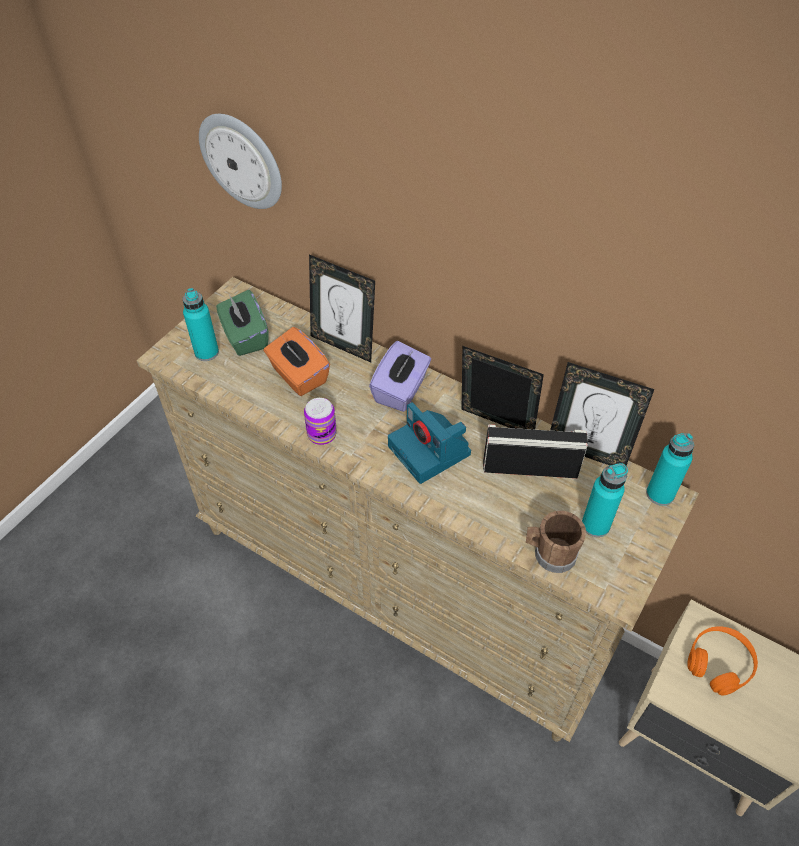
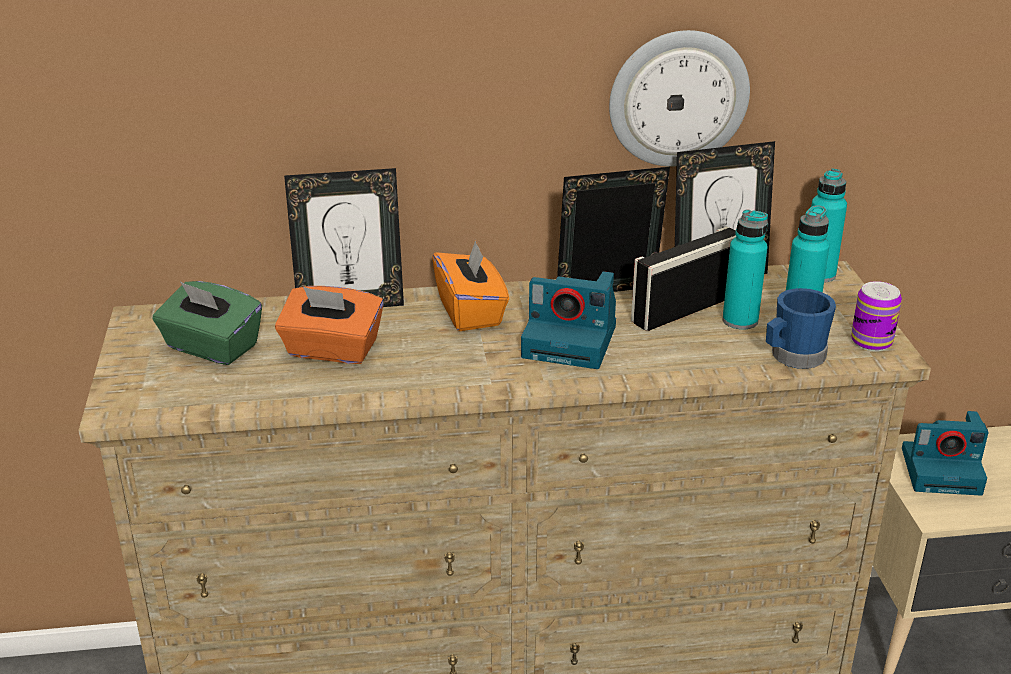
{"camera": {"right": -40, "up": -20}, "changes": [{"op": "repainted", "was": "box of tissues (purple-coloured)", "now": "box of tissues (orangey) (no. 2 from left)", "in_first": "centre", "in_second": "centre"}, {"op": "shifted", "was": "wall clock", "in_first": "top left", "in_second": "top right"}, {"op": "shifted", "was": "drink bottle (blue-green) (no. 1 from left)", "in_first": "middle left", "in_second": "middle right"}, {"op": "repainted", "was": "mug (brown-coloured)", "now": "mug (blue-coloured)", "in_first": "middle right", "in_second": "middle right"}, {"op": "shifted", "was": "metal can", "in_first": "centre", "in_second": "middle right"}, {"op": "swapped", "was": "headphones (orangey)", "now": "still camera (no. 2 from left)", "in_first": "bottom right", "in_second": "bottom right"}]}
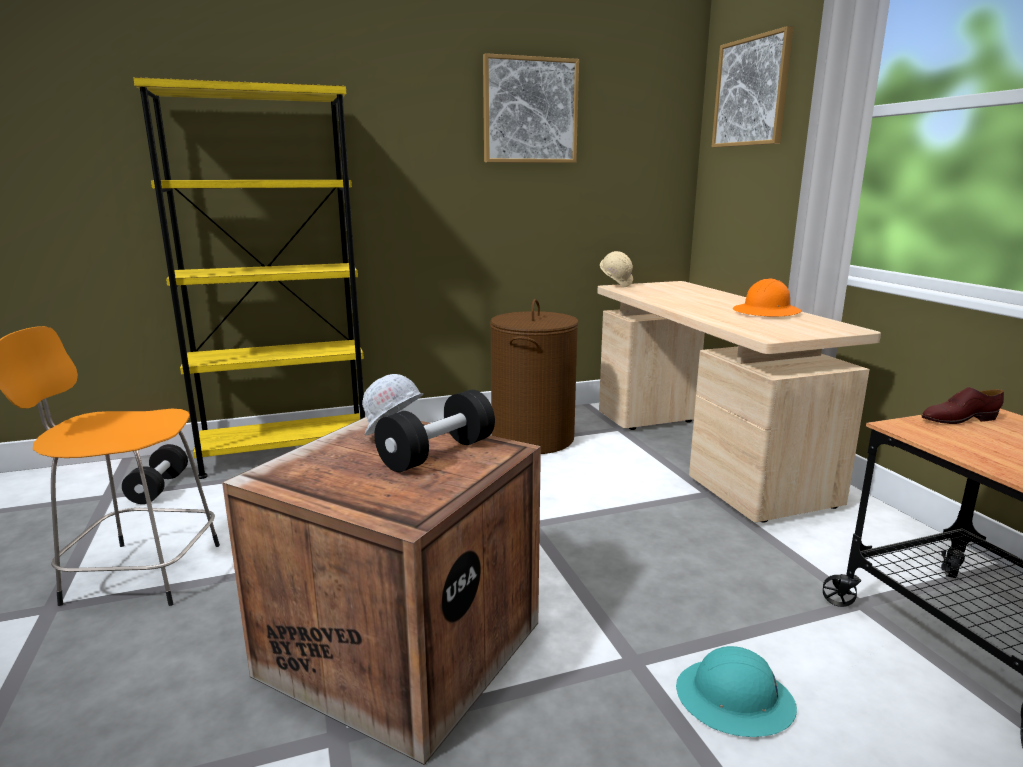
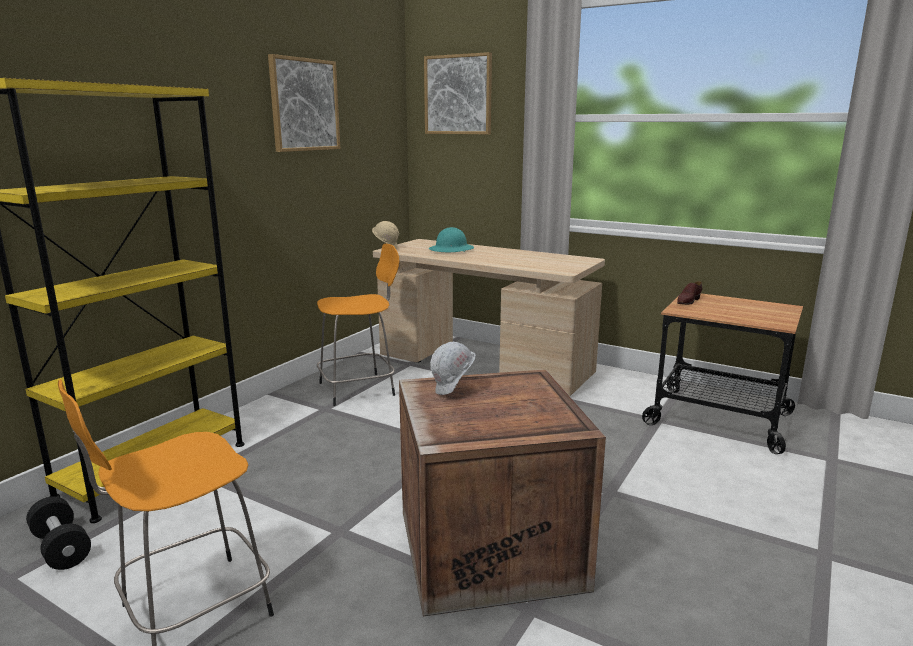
{"camera": {"right": -40, "up": 0}, "changes": [{"op": "swapped", "was": "washing basket (brown-coloured)", "now": "stool (orangey) (no. 2 from left)", "in_first": "centre", "in_second": "centre"}, {"op": "shifted", "was": "hard hat (blue-green)", "in_first": "bottom right", "in_second": "centre"}, {"op": "gone", "was": "hand weight (blackish) (no. 2 from left)", "in_first": "centre"}, {"op": "gone", "was": "hard hat (orangey)", "in_first": "middle right"}]}
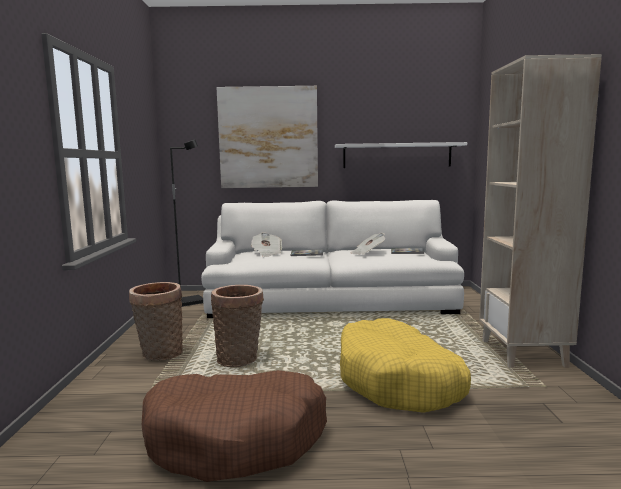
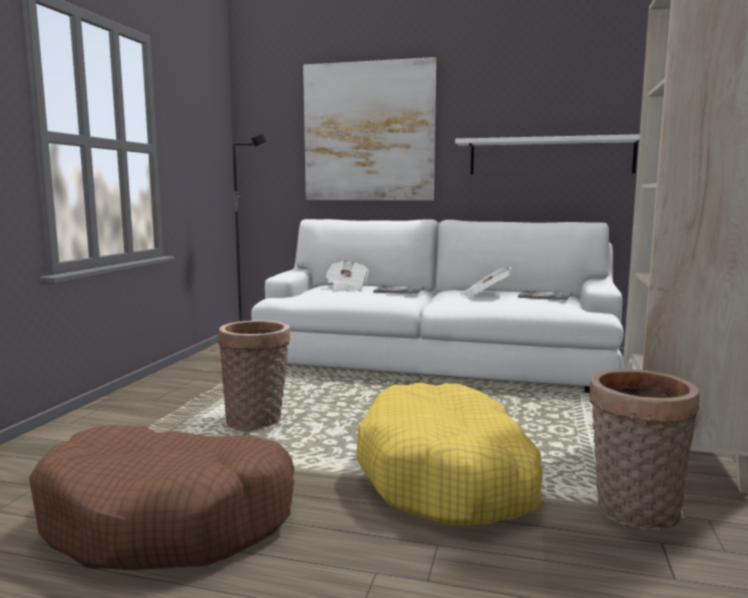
{"camera": {"right": 15, "up": 0}, "changes": [{"op": "shifted", "was": "household basket (no. 1 from left in the first image)", "now": "household basket (no. 2 from left)", "in_first": "middle left", "in_second": "bottom right"}]}
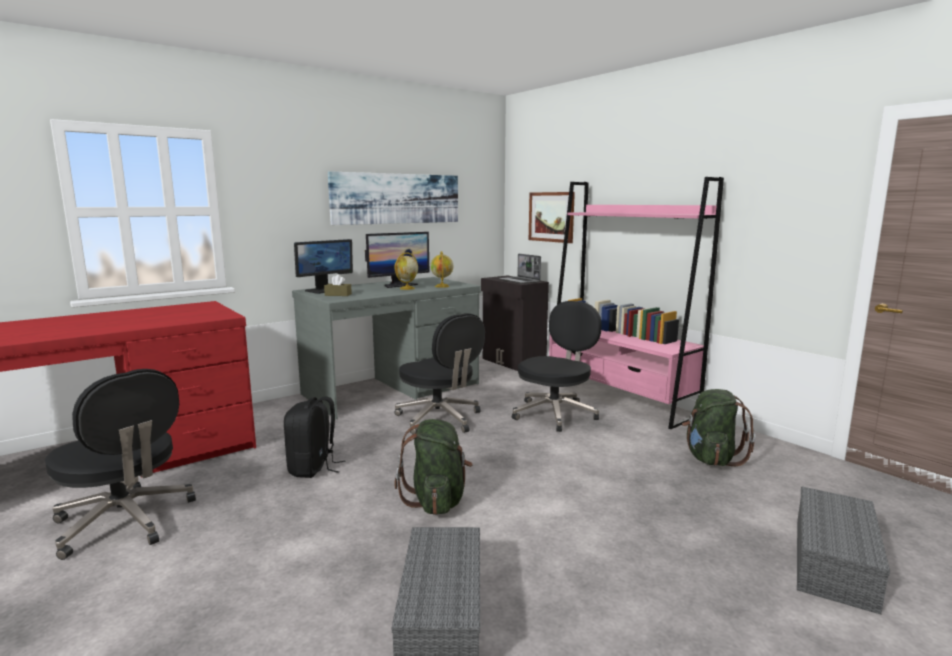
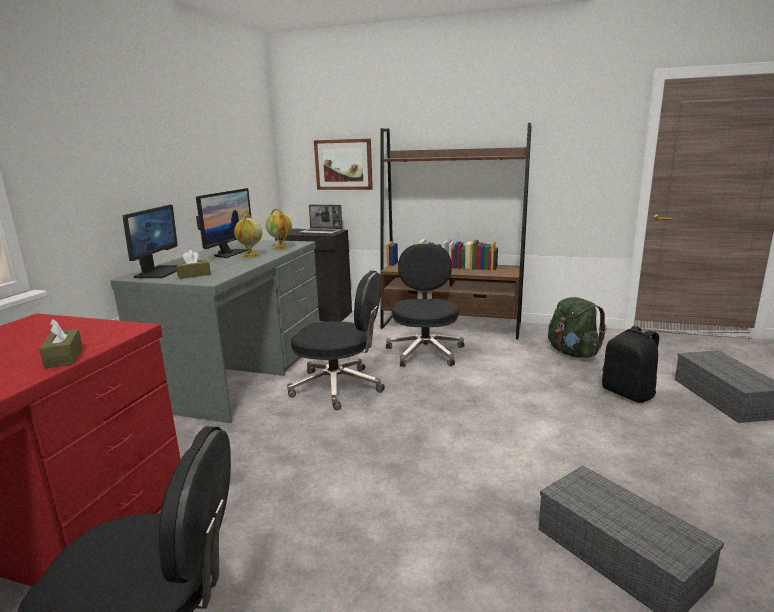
{"camera": {"right": -35, "up": 5}, "changes": [{"op": "new", "now": "box of tissues (brown-coloured) (no. 1 from left)", "in_second": "middle left"}, {"op": "repainted", "was": "bookcase (pink)", "now": "bookcase (brown-coloured)", "in_first": "middle right", "in_second": "centre"}, {"op": "shifted", "was": "backpack (blackish)", "in_first": "middle left", "in_second": "middle right"}, {"op": "gone", "was": "wall art (no. 1 from left)", "in_first": "top centre"}, {"op": "gone", "was": "backpack (green-coloured) (no. 1 from left)", "in_first": "bottom centre"}]}
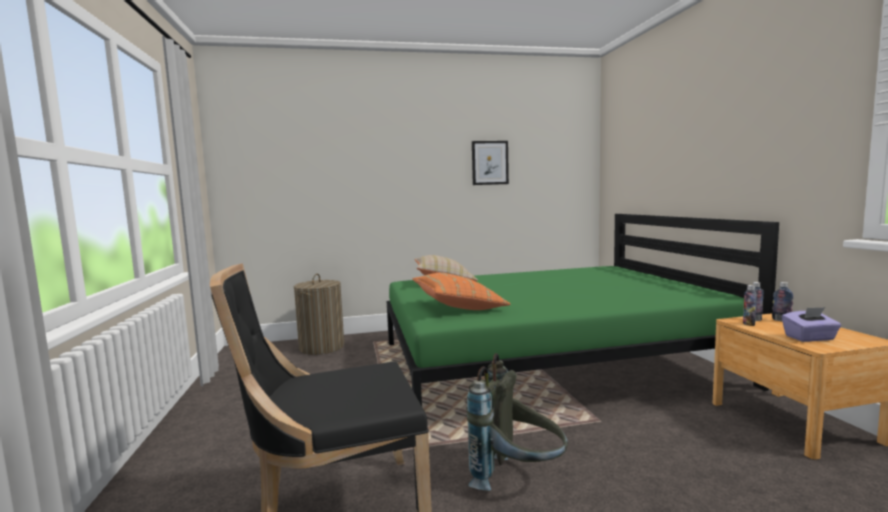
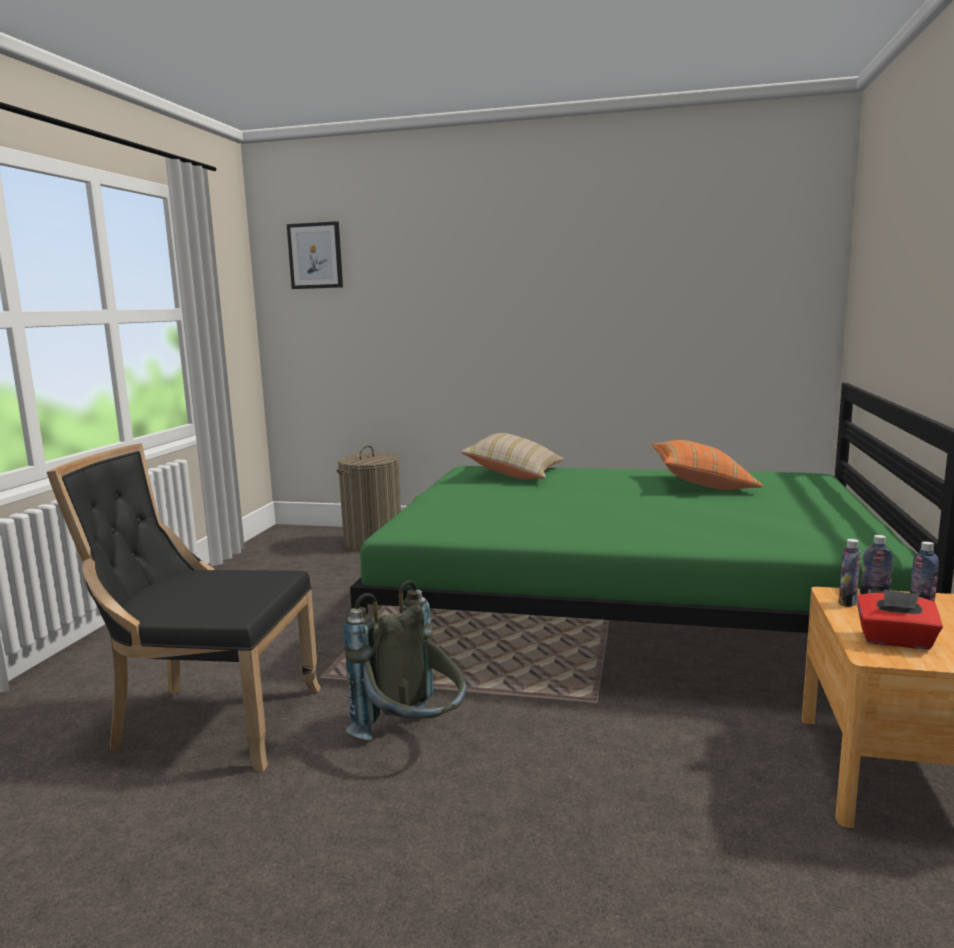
{"camera": {"right": 25, "up": 5}, "changes": [{"op": "shifted", "was": "wall art", "in_first": "top centre", "in_second": "top left"}, {"op": "shifted", "was": "throw pillow (orangey)", "in_first": "centre", "in_second": "middle right"}, {"op": "repainted", "was": "box of tissues (purple-coloured)", "now": "box of tissues (red-coloured)", "in_first": "middle right", "in_second": "middle right"}]}
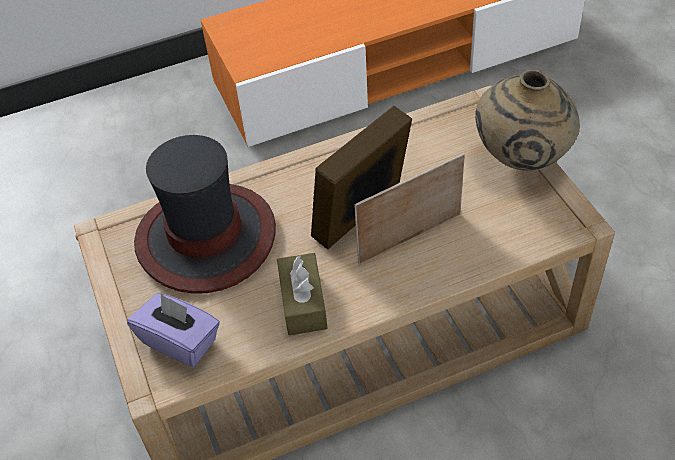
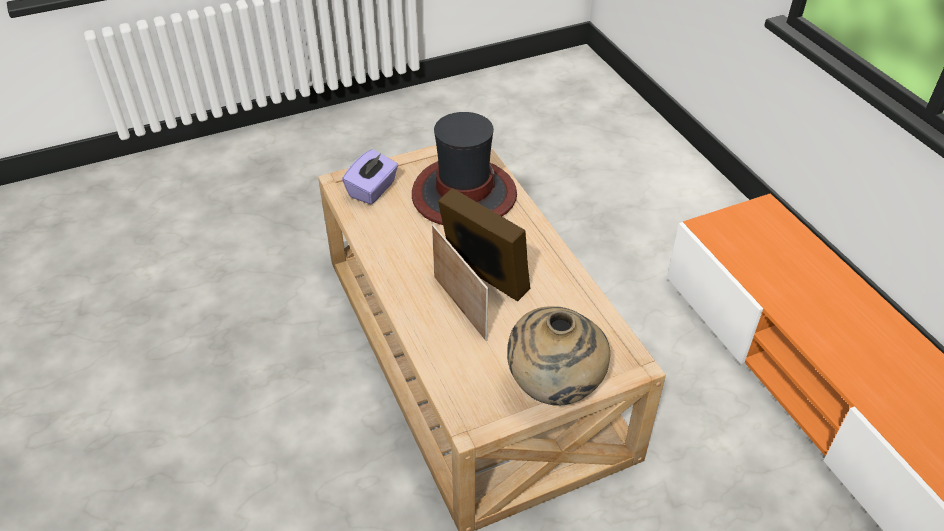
{"camera": {"right": 85, "up": -5}, "changes": [{"op": "gone", "was": "box of tissues (brown-coloured)", "in_first": "centre"}]}
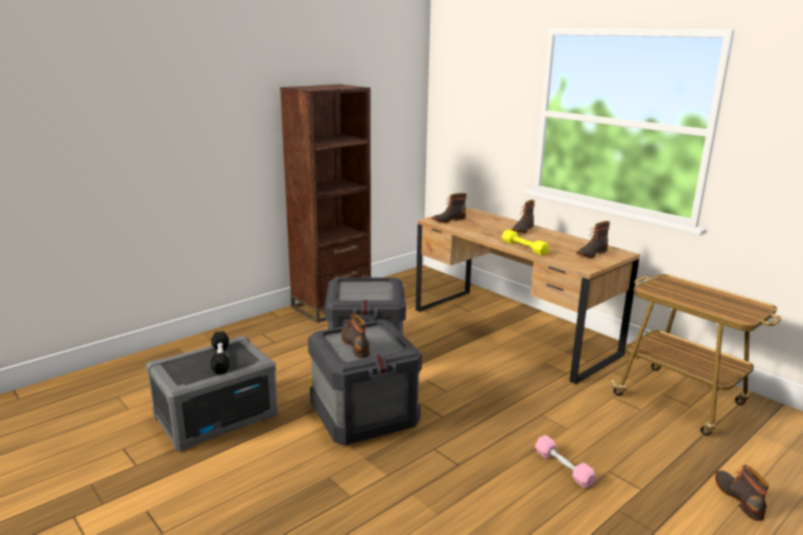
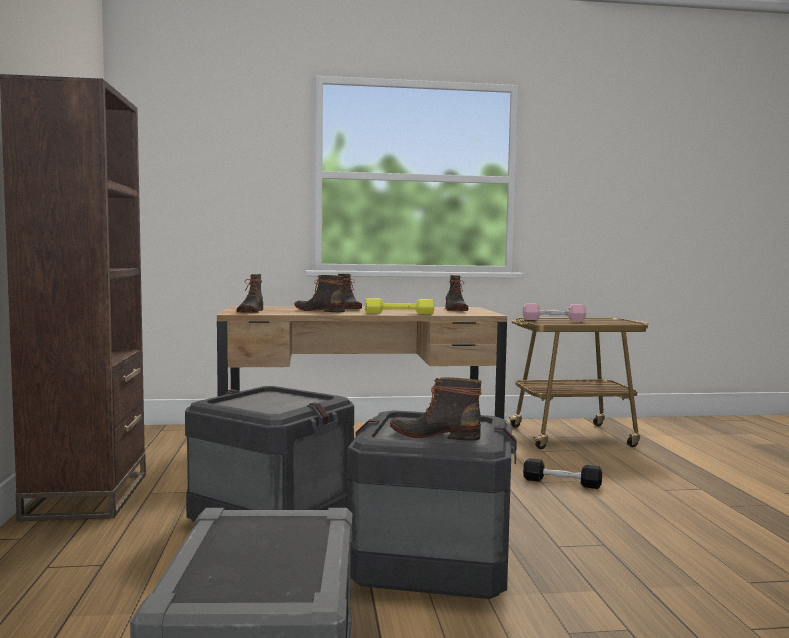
{"camera": {"right": -55, "up": -15}, "changes": [{"op": "shifted", "was": "boot (no. 5 from left in the first image)", "now": "boot (no. 2 from left)", "in_first": "bottom right", "in_second": "centre"}, {"op": "shifted", "was": "hand weight (pink)", "in_first": "bottom right", "in_second": "middle right"}, {"op": "shifted", "was": "hand weight (blackish)", "in_first": "middle left", "in_second": "bottom right"}]}
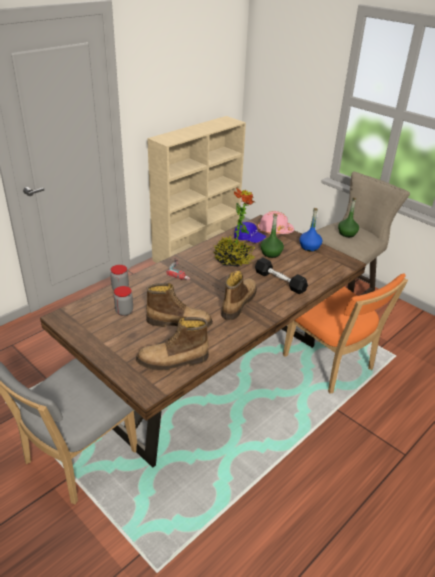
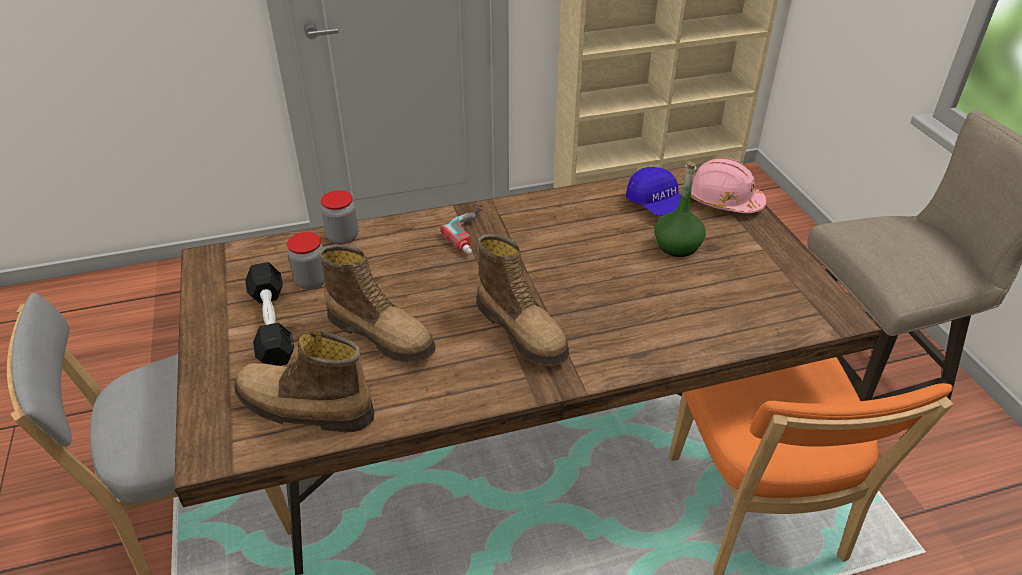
{"camera": {"right": 30, "up": 5}, "changes": [{"op": "shifted", "was": "hand weight (blackish)", "in_first": "centre", "in_second": "middle left"}, {"op": "rotated", "was": "boot (no. 3 from left)", "in_first": "centre", "in_second": "centre", "clockwise": 90}, {"op": "gone", "was": "houseplant", "in_first": "centre"}, {"op": "gone", "was": "drink bottle (blue-coloured)", "in_first": "middle right"}, {"op": "gone", "was": "drink bottle (green-coloured) (no. 2 from left)", "in_first": "middle right"}]}
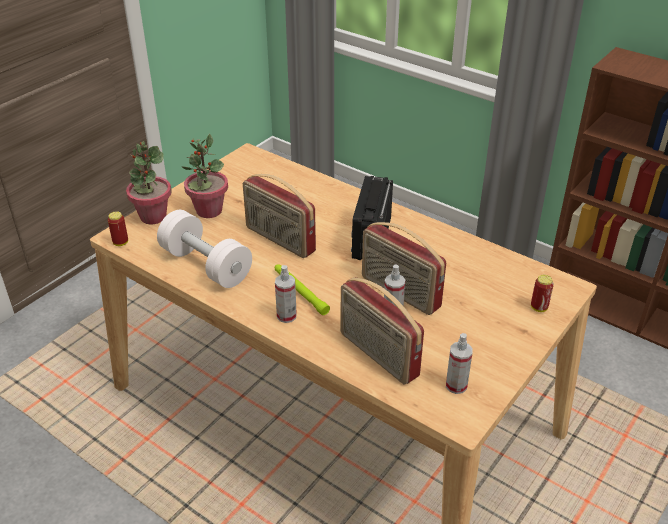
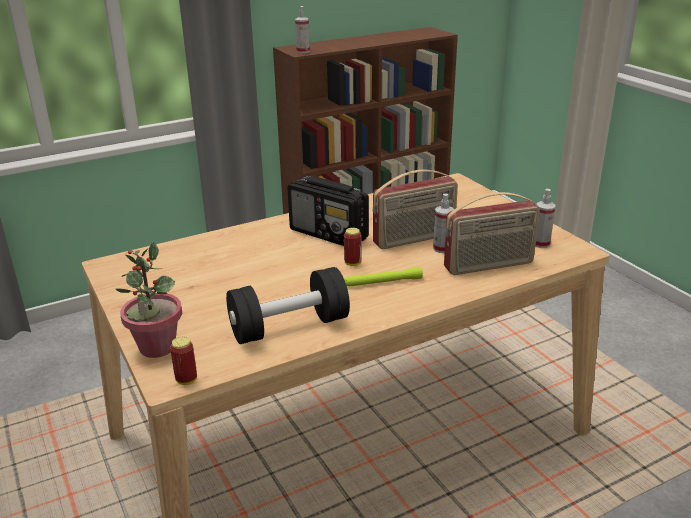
{"camera": {"right": -65, "up": -10}, "changes": [{"op": "repainted", "was": "hand weight (whitish)", "now": "hand weight (blackish)", "in_first": "middle left", "in_second": "centre"}, {"op": "shifted", "was": "spray bottle (no. 1 from left)", "in_first": "centre", "in_second": "top centre"}, {"op": "shifted", "was": "metal can (no. 2 from left)", "in_first": "middle right", "in_second": "centre"}, {"op": "gone", "was": "houseplant (no. 2 from left)", "in_first": "middle left"}, {"op": "gone", "was": "radio set (no. 1 from left)", "in_first": "centre"}]}
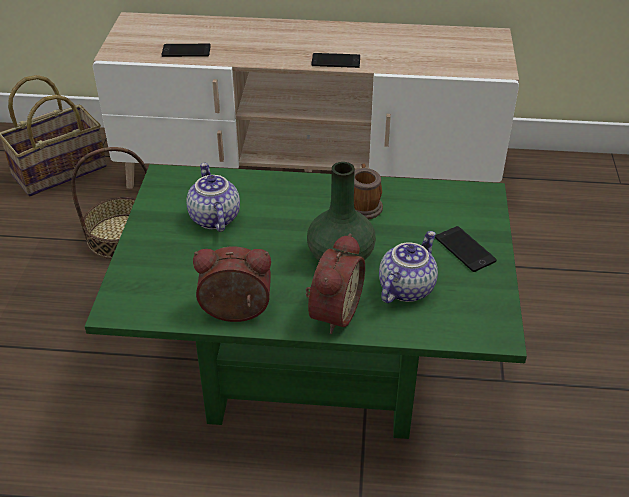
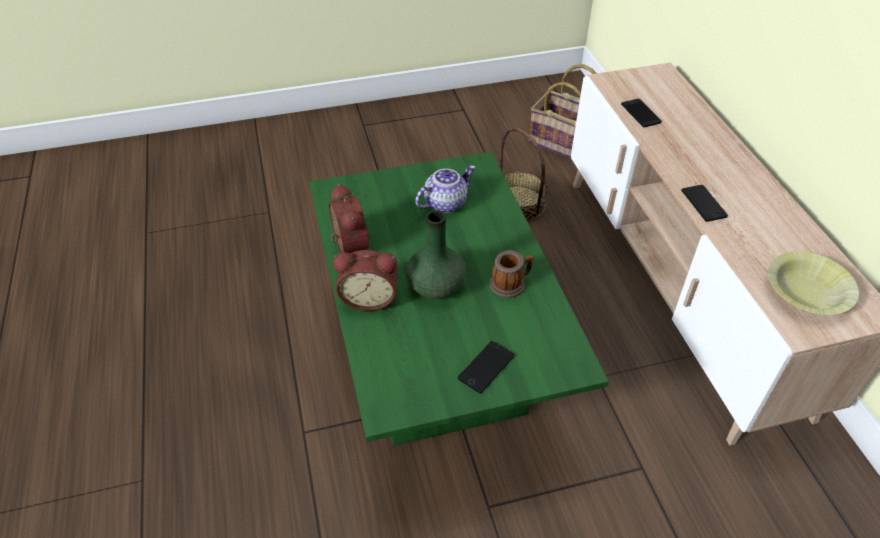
{"camera": {"right": 70, "up": 5}, "changes": [{"op": "new", "now": "serving bowl (yellowish)", "in_second": "middle right"}, {"op": "gone", "was": "tea pot (no. 2 from left)", "in_first": "centre"}]}
